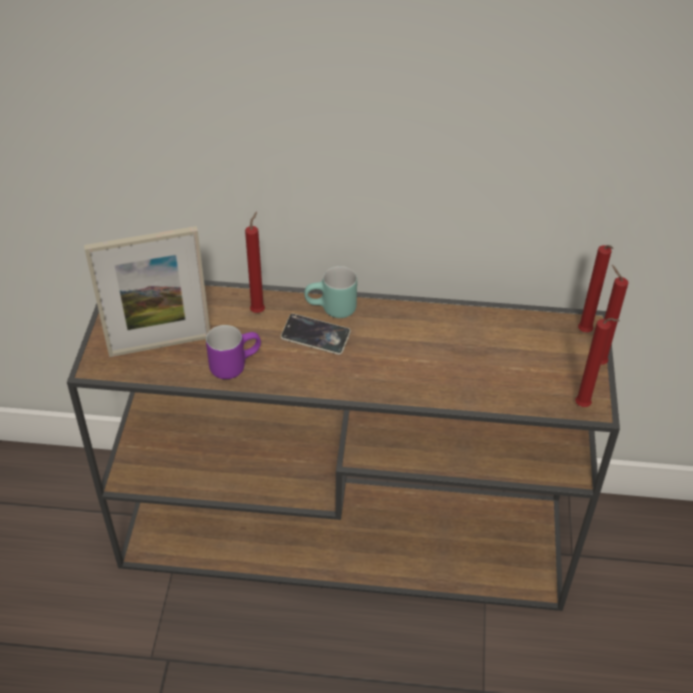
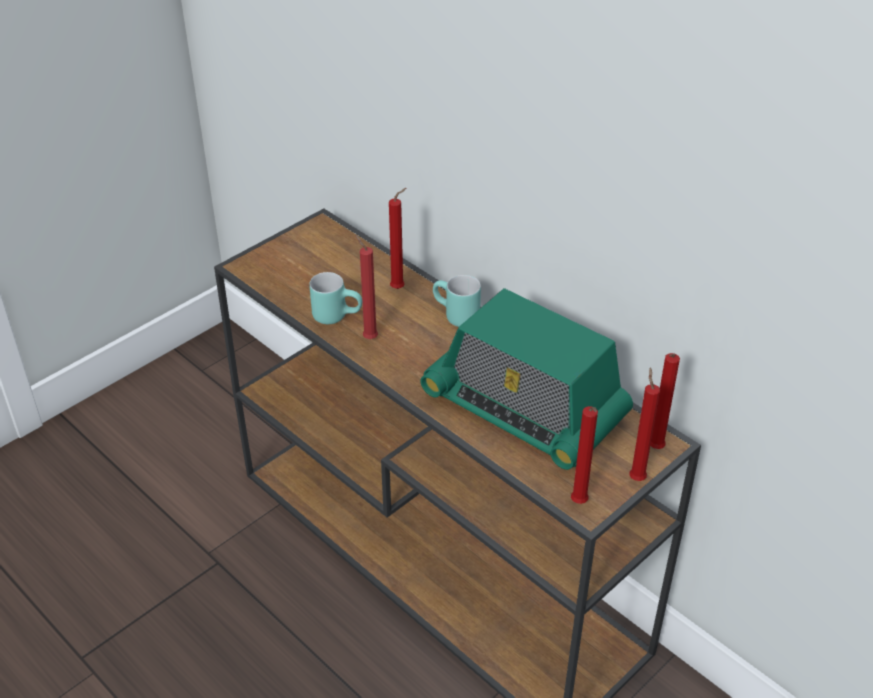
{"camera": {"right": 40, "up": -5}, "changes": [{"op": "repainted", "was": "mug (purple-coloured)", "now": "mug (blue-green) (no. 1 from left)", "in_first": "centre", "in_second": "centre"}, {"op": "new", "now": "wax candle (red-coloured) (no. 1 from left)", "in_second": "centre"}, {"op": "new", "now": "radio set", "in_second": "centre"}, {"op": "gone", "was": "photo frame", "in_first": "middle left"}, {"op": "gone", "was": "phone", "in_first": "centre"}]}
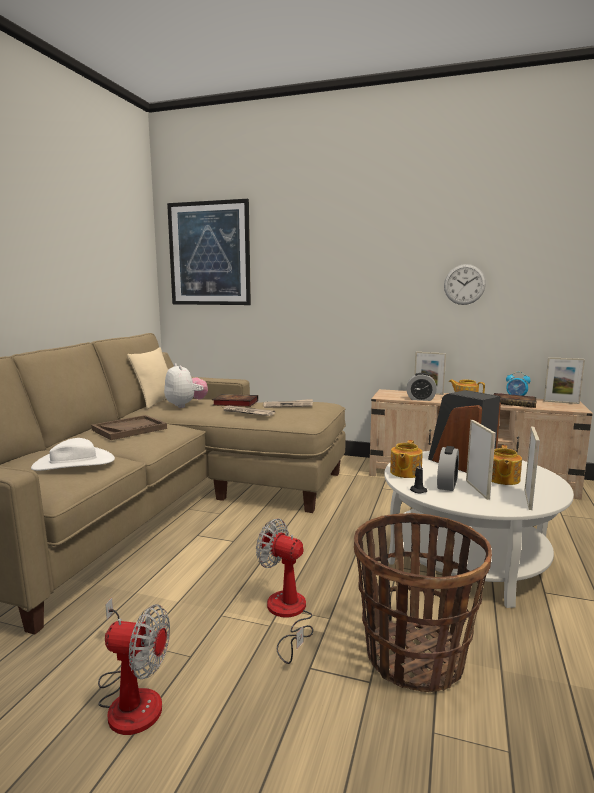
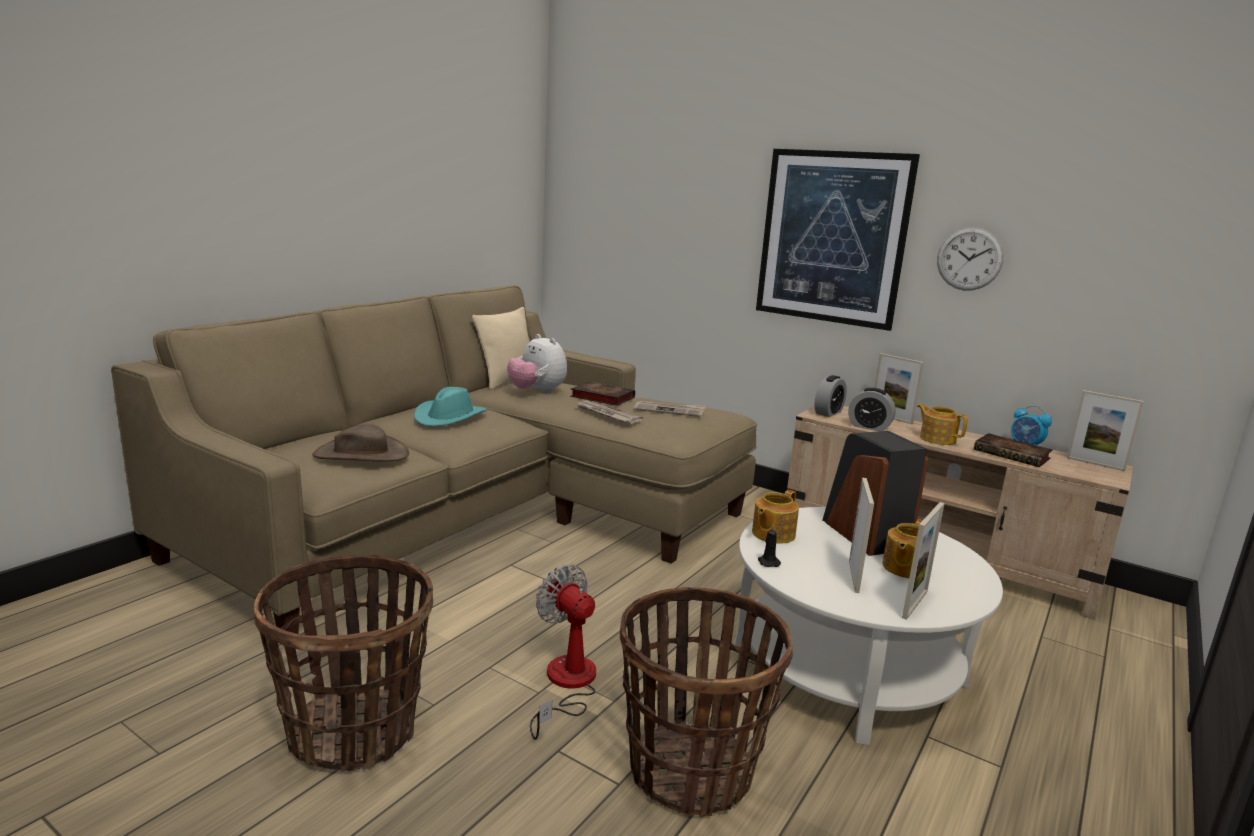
{"camera": {"right": 15, "up": 5}, "changes": [{"op": "swapped", "was": "cooling fan (no. 1 from left)", "now": "household basket (no. 1 from left)", "in_first": "bottom left", "in_second": "bottom left"}, {"op": "repainted", "was": "wearable hat (whitish)", "now": "wearable hat (brown-coloured)", "in_first": "middle left", "in_second": "middle left"}, {"op": "swapped", "was": "serving tray (brown-coloured)", "now": "wearable hat (blue-green)", "in_first": "middle left", "in_second": "centre"}, {"op": "rotated", "was": "cuddly toy", "in_first": "middle left", "in_second": "centre", "clockwise": 150}, {"op": "shifted", "was": "wall art", "in_first": "top centre", "in_second": "top right"}, {"op": "shifted", "was": "alarm clock (no. 2 from left in the first image)", "now": "alarm clock (no. 1 from left)", "in_first": "middle right", "in_second": "centre"}]}
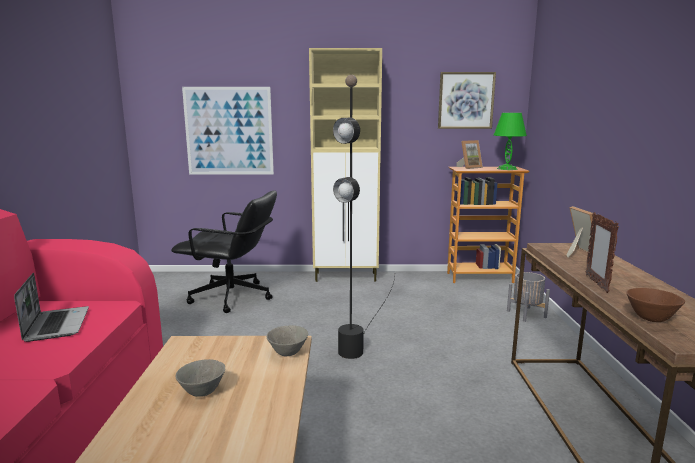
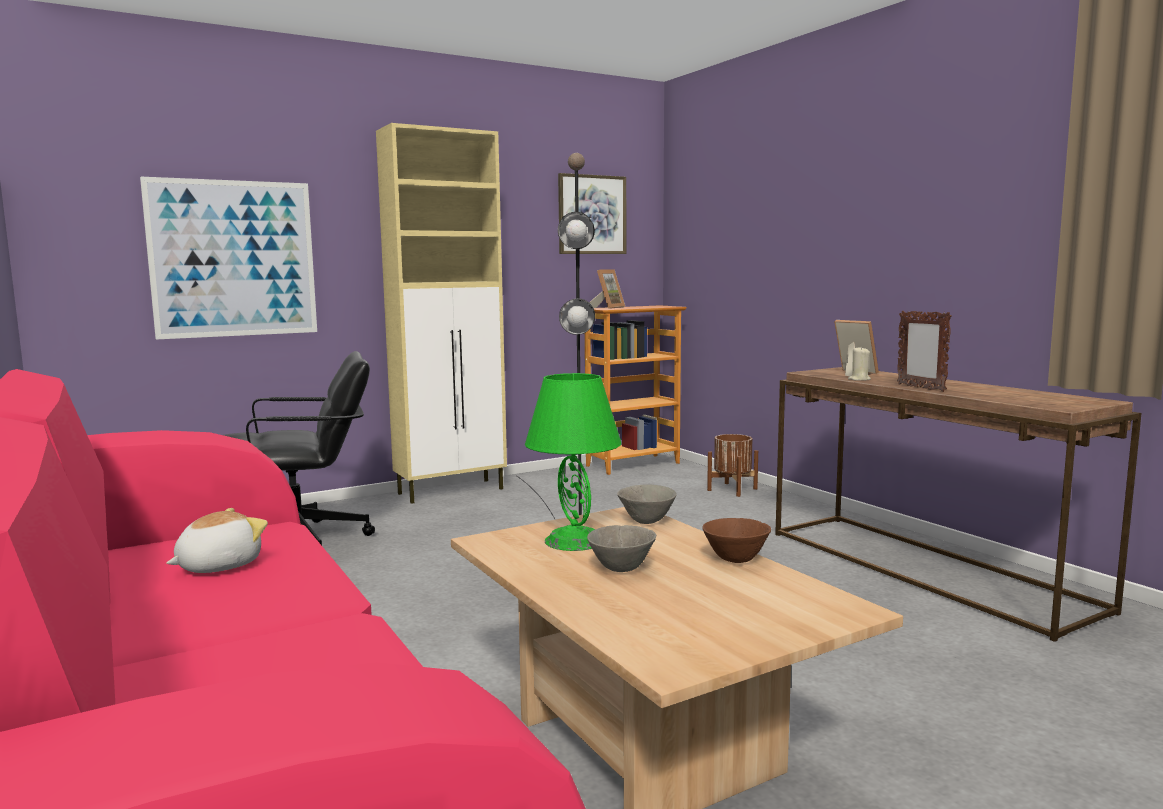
{"camera": {"right": -30, "up": -5}, "changes": [{"op": "swapped", "was": "notebook computer", "now": "cuddly toy", "in_first": "middle left", "in_second": "bottom left"}, {"op": "shifted", "was": "lamp for a table (green-coloured)", "in_first": "top right", "in_second": "centre"}, {"op": "shifted", "was": "serving bowl (brown-coloured)", "in_first": "middle right", "in_second": "bottom centre"}, {"op": "repainted", "was": "plant pot (greyish)", "now": "plant pot (brown-coloured)", "in_first": "middle right", "in_second": "centre"}, {"op": "new", "now": "wax candle (sand-coloured)", "in_second": "middle right"}]}
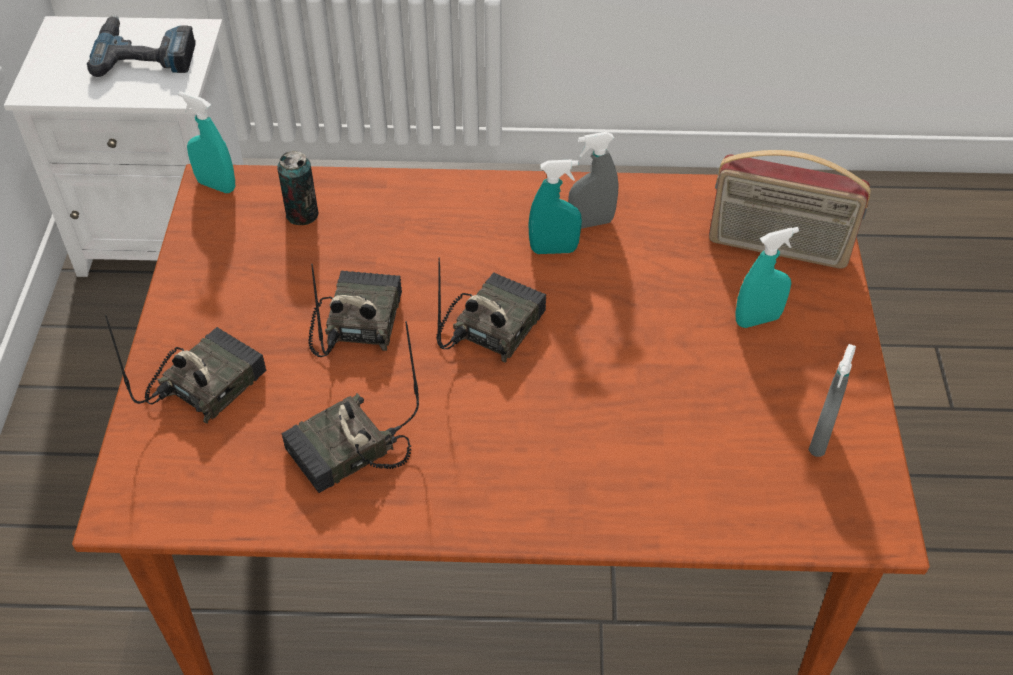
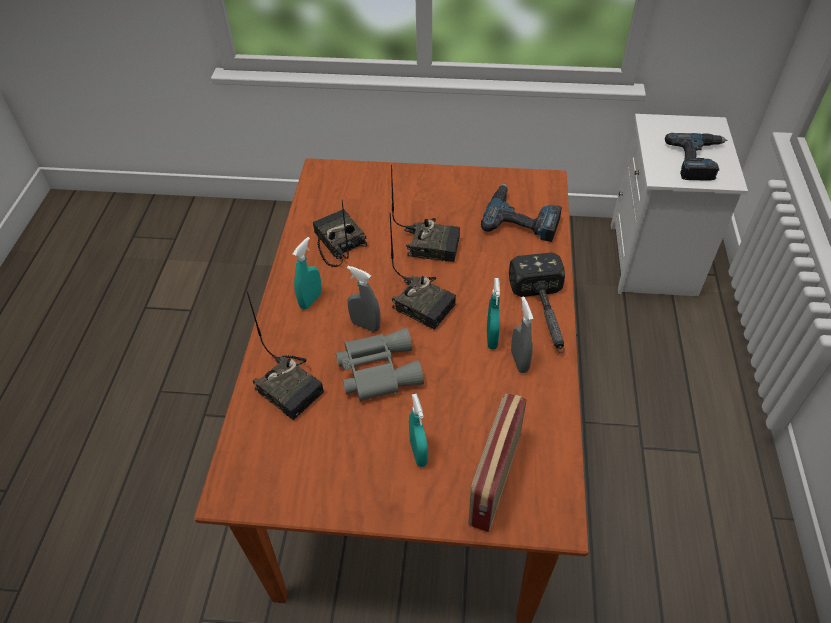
{"camera": {"right": 95, "up": 0}, "changes": [{"op": "shifted", "was": "radio set (no. 1 from left)", "in_first": "middle left", "in_second": "centre"}, {"op": "shifted", "was": "spray bottle (blue-green) (no. 1 from left)", "in_first": "top left", "in_second": "centre"}, {"op": "new", "now": "pair of binoculars (greyish)", "in_second": "centre"}, {"op": "shifted", "was": "spray bottle (greyish) (no. 2 from left in the first image)", "now": "spray bottle (greyish) (no. 1 from left)", "in_first": "middle right", "in_second": "centre"}, {"op": "swapped", "was": "metal can", "now": "power drill (no. 1 from left)", "in_first": "top left", "in_second": "centre"}, {"op": "new", "now": "hand hammer", "in_second": "centre"}]}
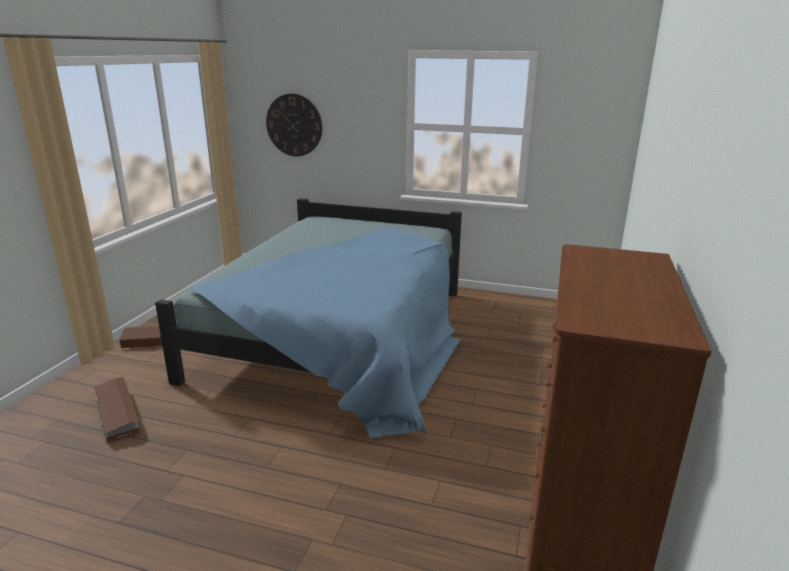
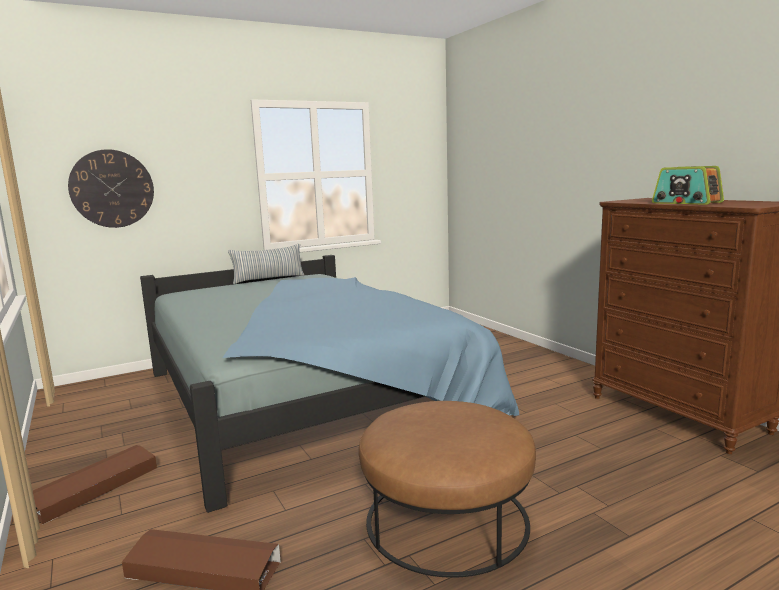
{"camera": {"right": -45, "up": -10}, "changes": [{"op": "new", "now": "throw pillow", "in_second": "centre"}, {"op": "new", "now": "ottoman (brown-coloured)", "in_second": "bottom centre"}, {"op": "new", "now": "radio set", "in_second": "top right"}]}
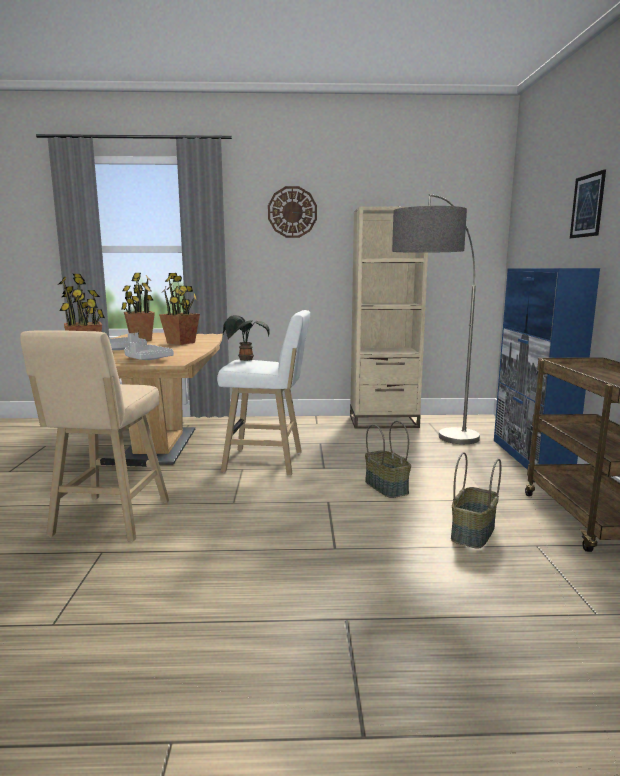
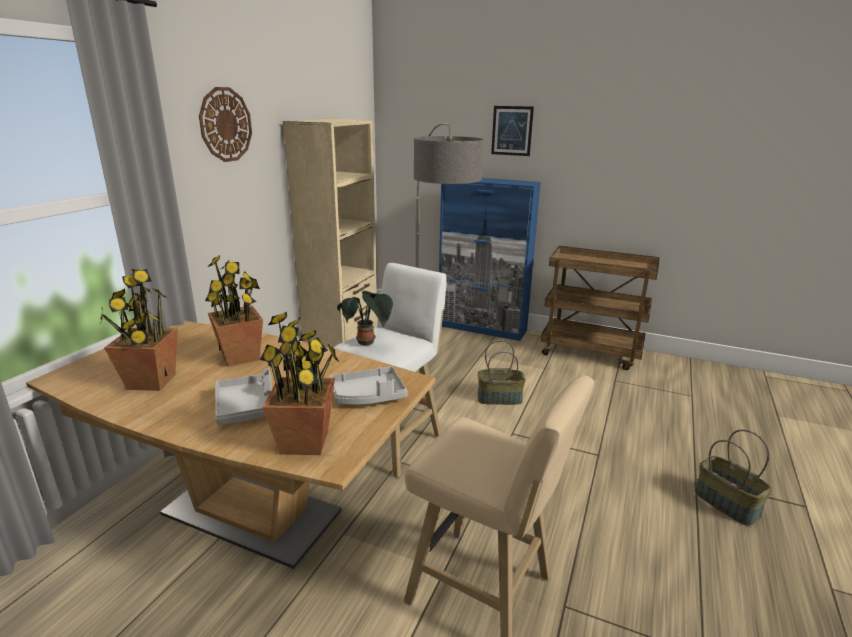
{"camera": {"right": -65, "up": 10}, "changes": [{"op": "shifted", "was": "household basket (no. 2 from left)", "in_first": "middle right", "in_second": "bottom right"}]}
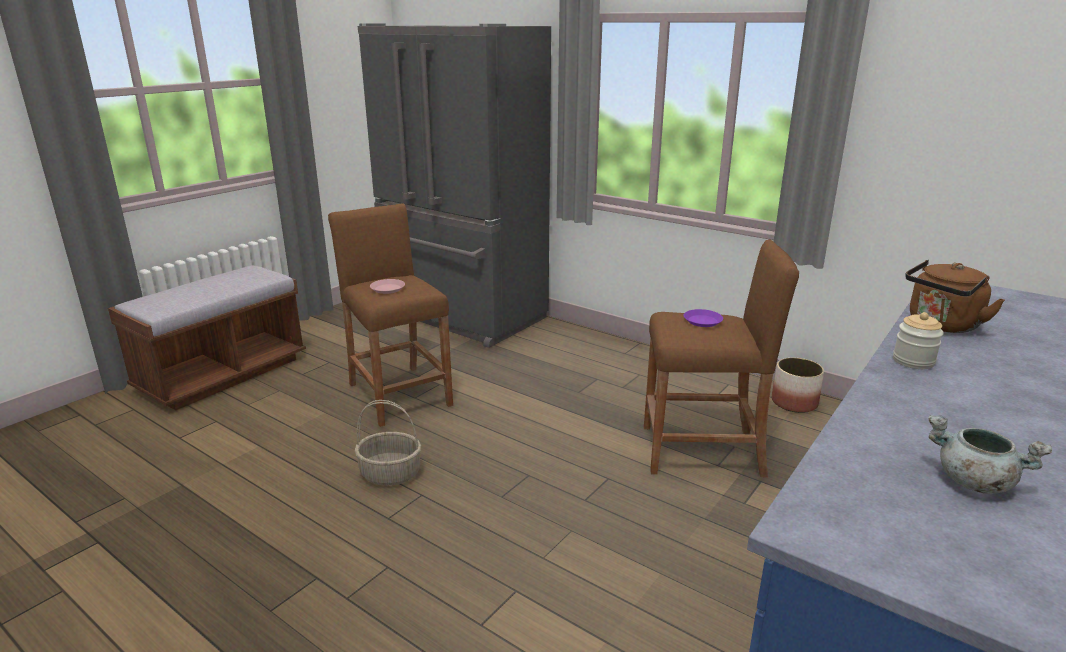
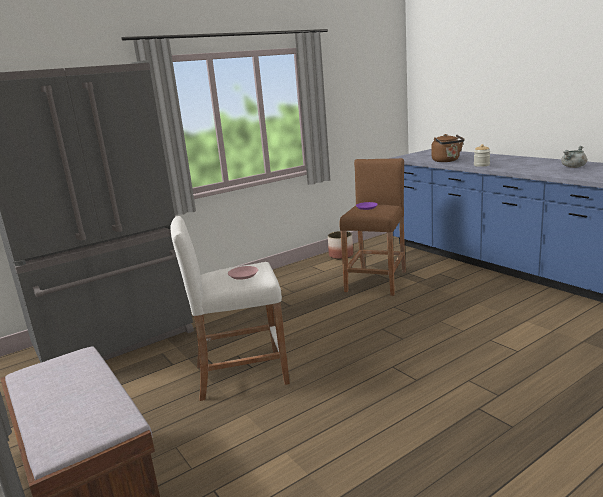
{"camera": {"right": -70, "up": -5}, "changes": [{"op": "repainted", "was": "stool (brown-coloured) (no. 1 from left)", "now": "stool (whitish)", "in_first": "centre", "in_second": "centre"}, {"op": "gone", "was": "household basket", "in_first": "bottom centre"}]}
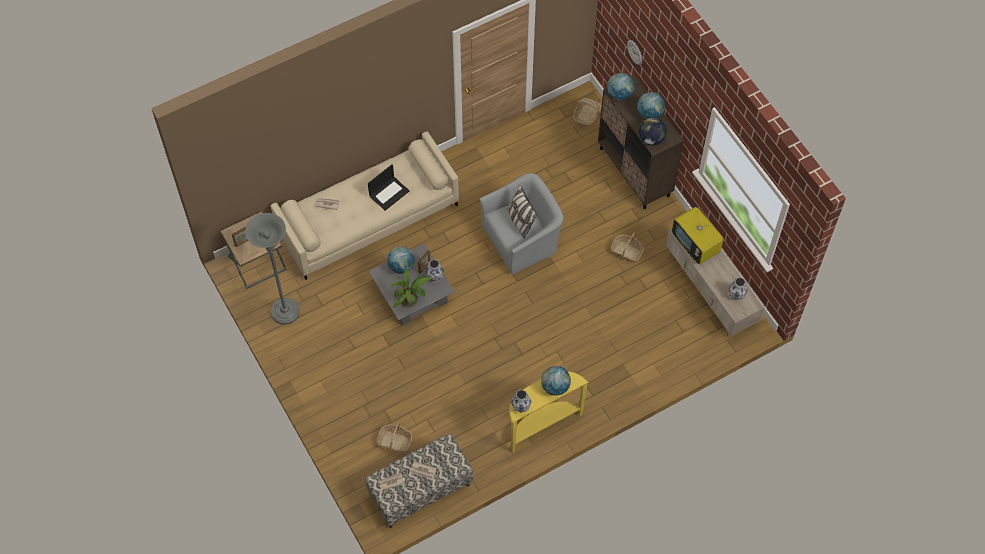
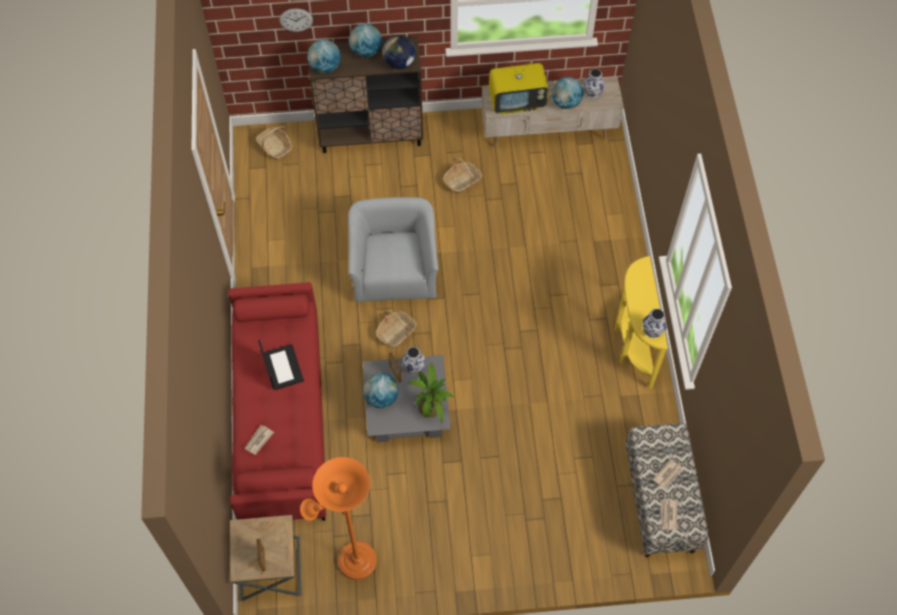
{"camera": {"right": -65, "up": 0}, "changes": [{"op": "repainted", "was": "settee (sand-coloured)", "now": "settee (red-coloured)", "in_first": "centre", "in_second": "middle left"}, {"op": "repainted", "was": "floor lamp (greyish)", "now": "floor lamp (orangey)", "in_first": "middle left", "in_second": "bottom centre"}, {"op": "shifted", "was": "household basket (no. 1 from left in the first image)", "now": "household basket (no. 2 from left)", "in_first": "bottom centre", "in_second": "centre"}, {"op": "shifted", "was": "globe (no. 2 from left in the first image)", "now": "globe (no. 5 from left)", "in_first": "bottom centre", "in_second": "top centre"}, {"op": "gone", "was": "throw pillow", "in_first": "centre"}]}
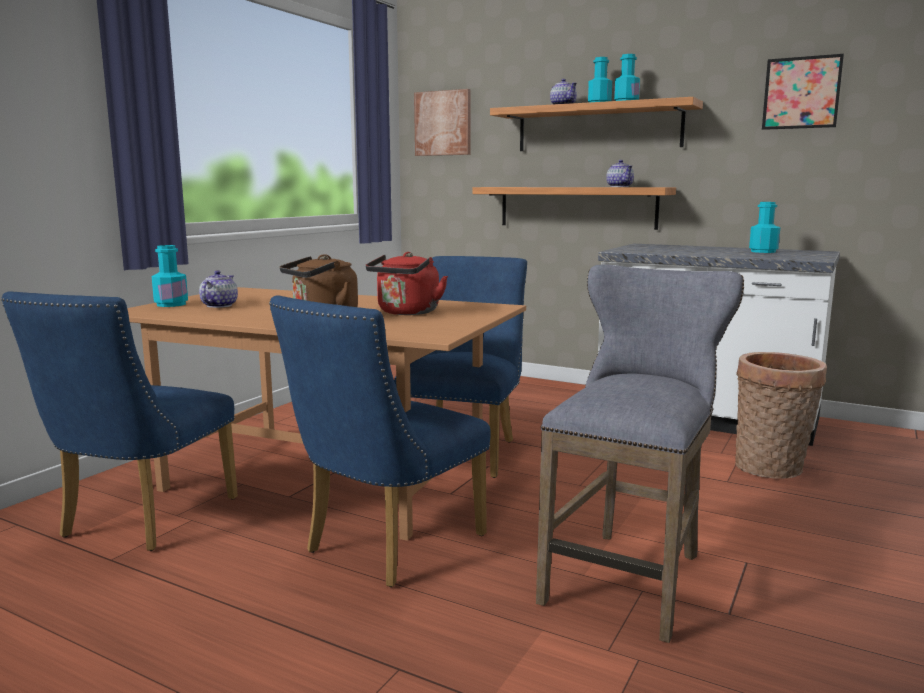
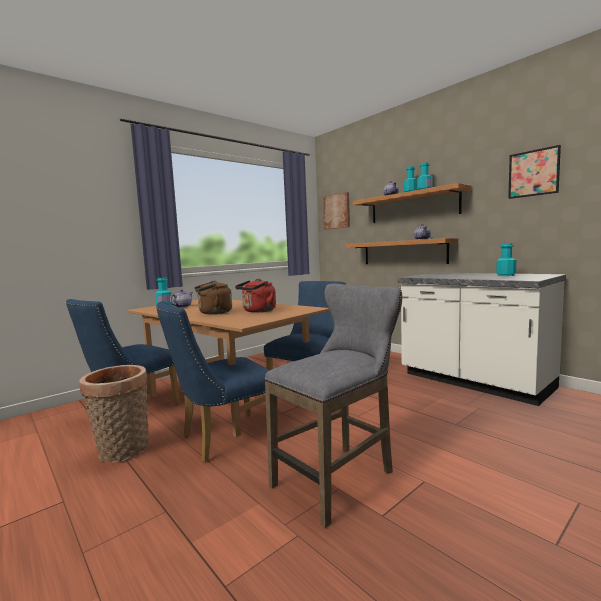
{"camera": {"right": 20, "up": -5}, "changes": [{"op": "shifted", "was": "household basket", "in_first": "middle right", "in_second": "bottom left"}]}
